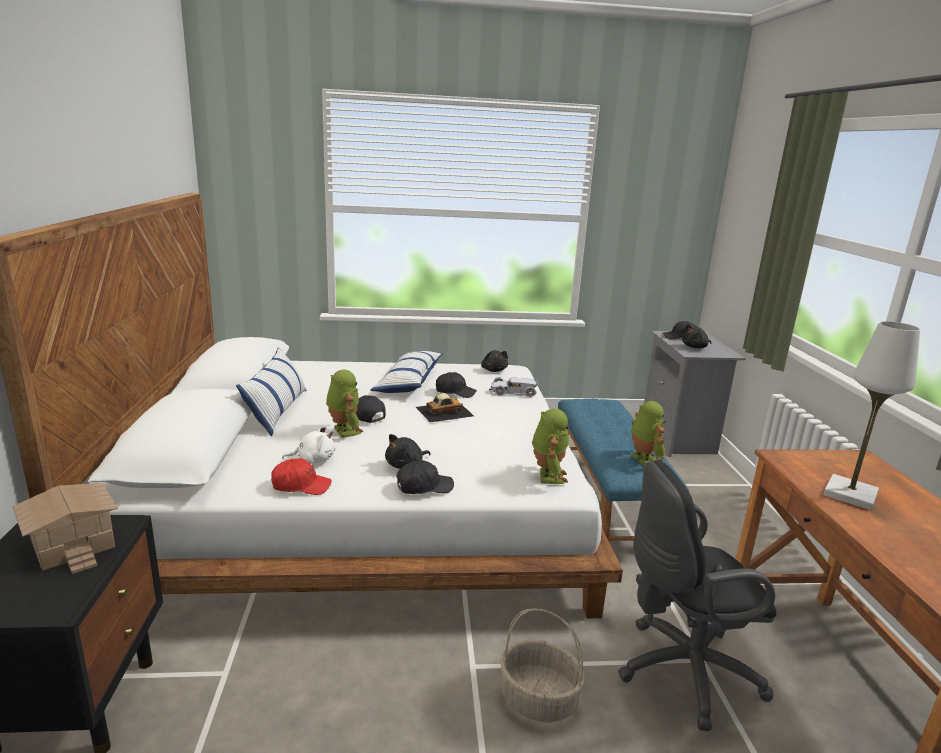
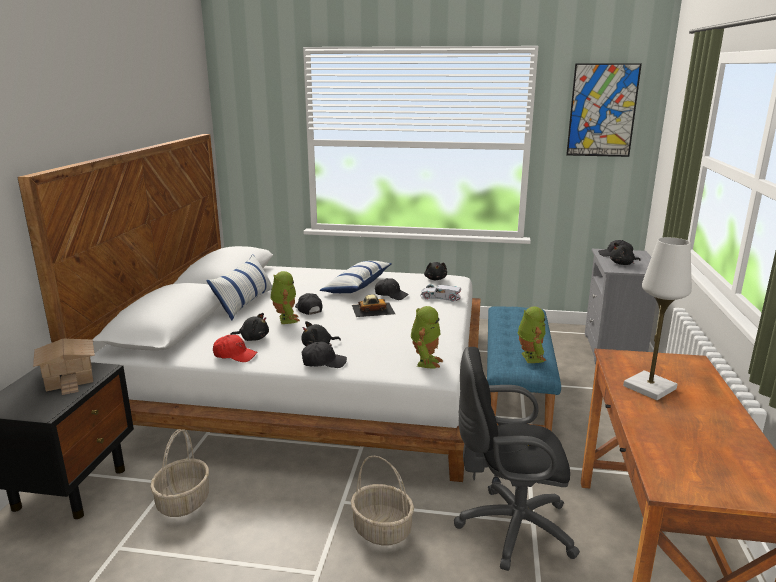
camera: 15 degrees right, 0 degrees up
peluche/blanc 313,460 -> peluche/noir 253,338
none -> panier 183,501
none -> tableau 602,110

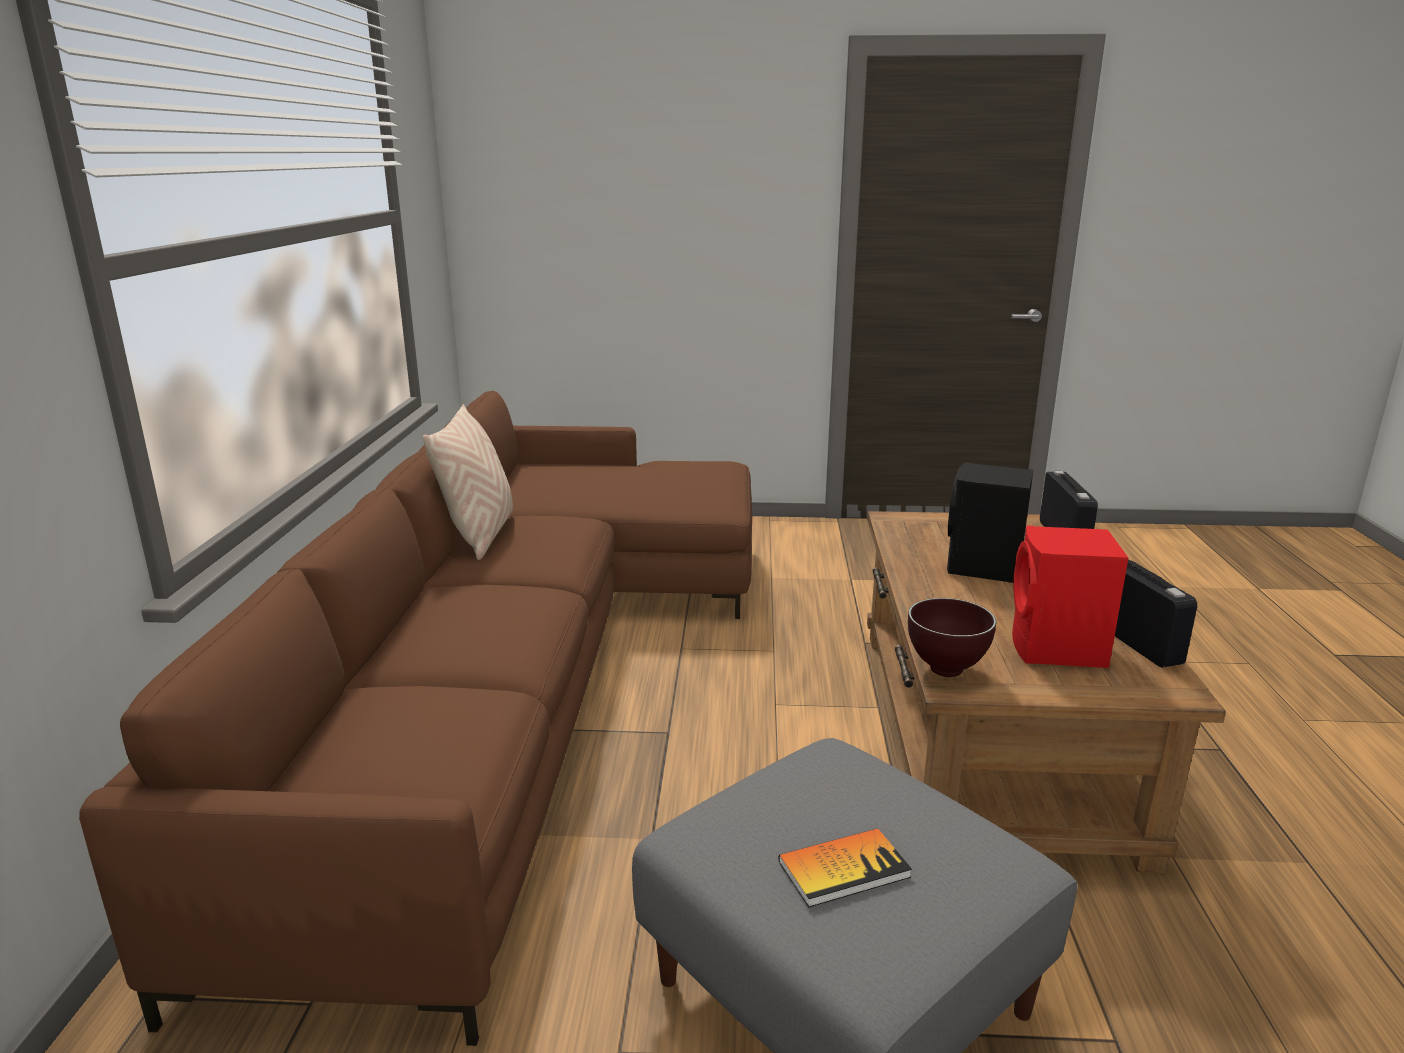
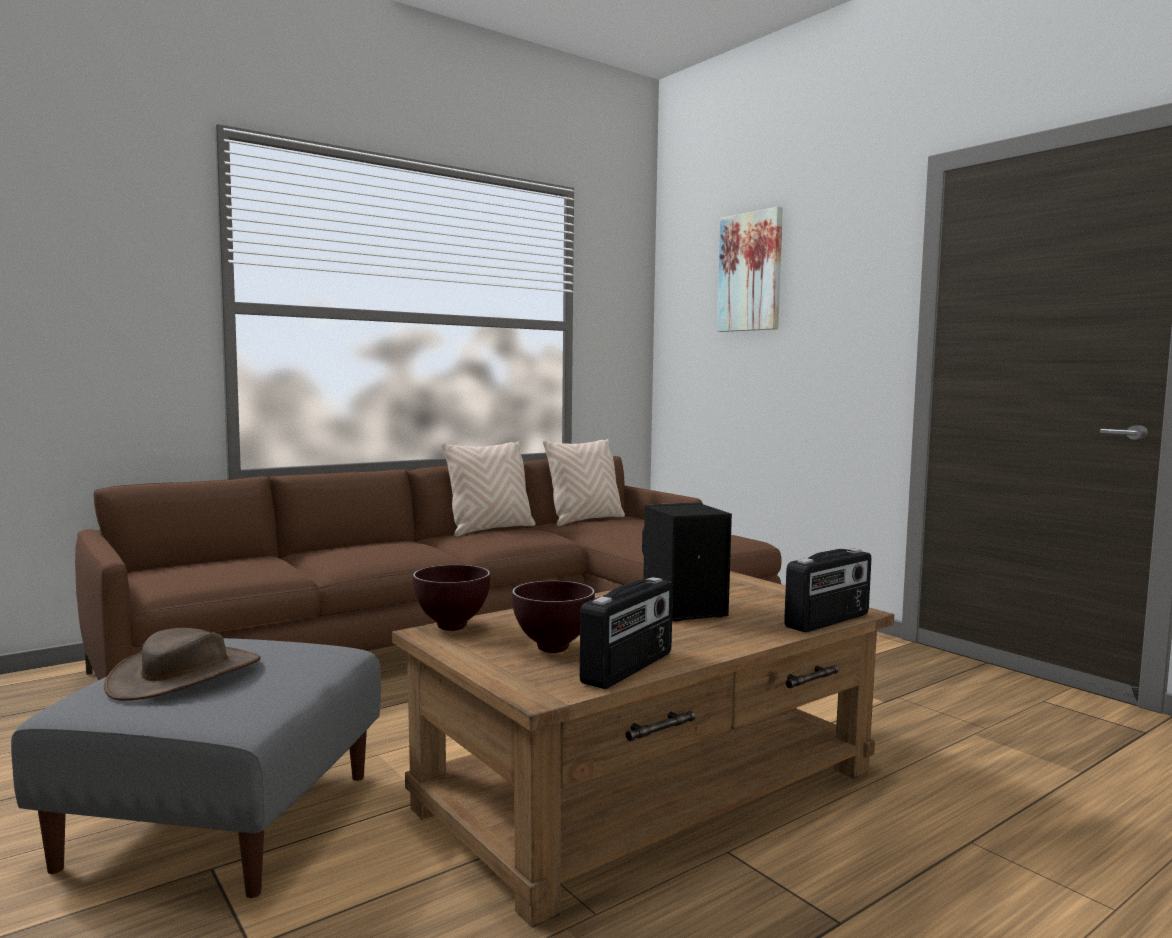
camera: 50 degrees right, 15 degrees down
livre 844,869 -> chapeau/marron 186,675
enceinte/rouge 1057,650 -> bol/marron 552,649
none -> coussin/beige 585,520
none -> tableau 750,272

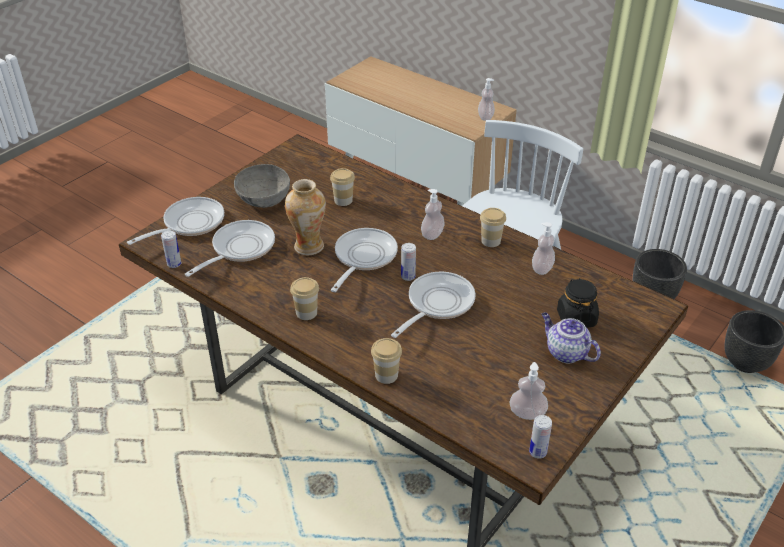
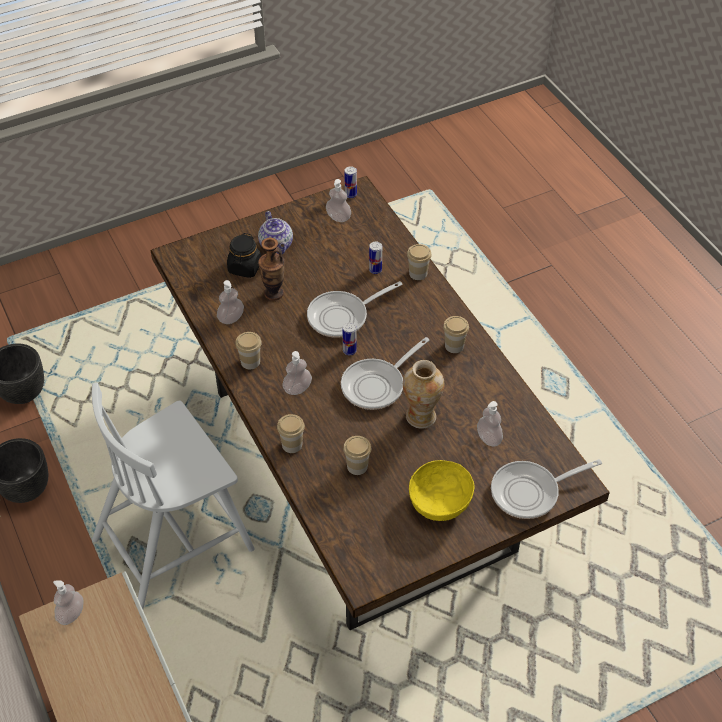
camera: 155 degrees left, 10 degrees up
boîte métallique 174,264 -> boîte métallique 375,270, relocated
poêle 239,249 -> distributeur de savon 488,438
bol/gris 263,199 -> bol/jaune 440,501
none -> vase 274,293
none -> tasse 292,445

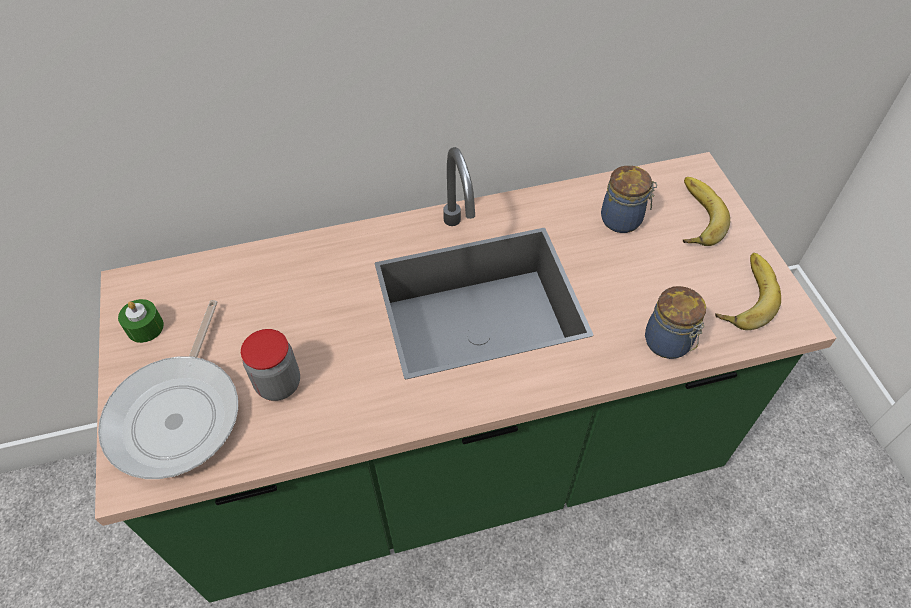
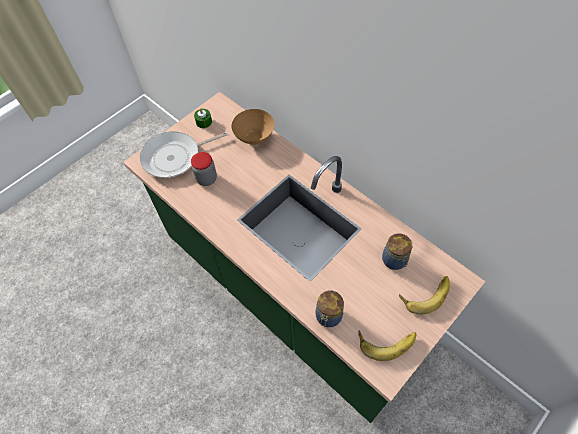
camera: 60 degrees right, 5 degrees up
none -> bol/marron 255,138

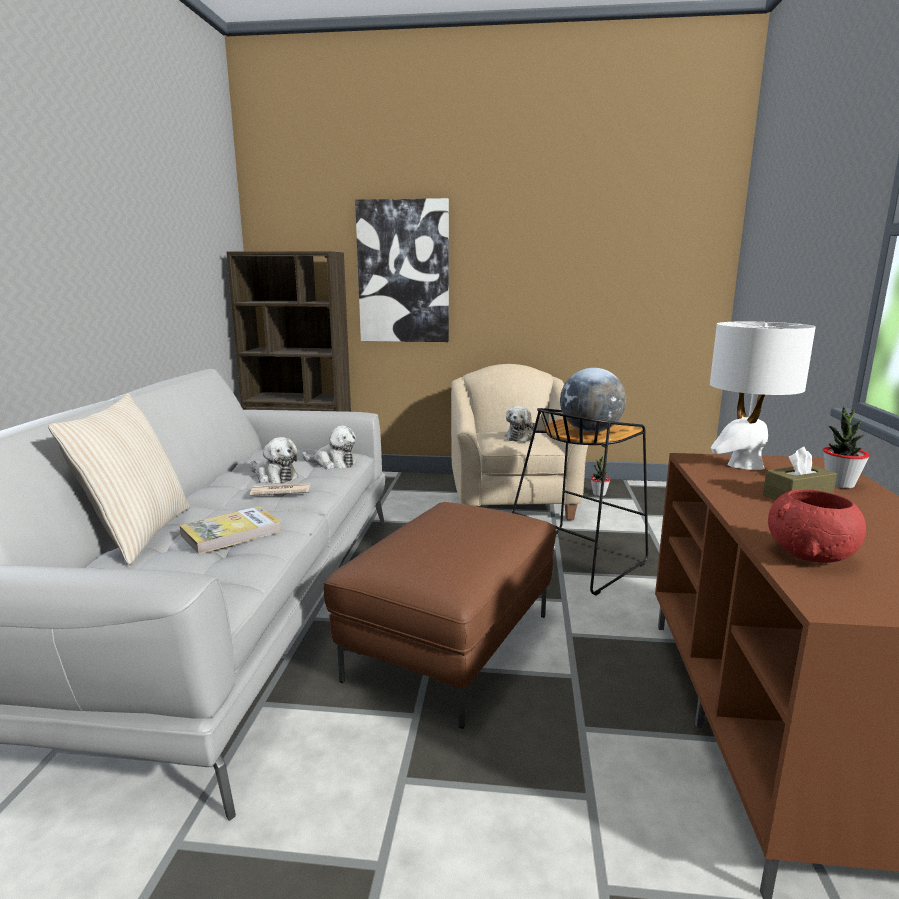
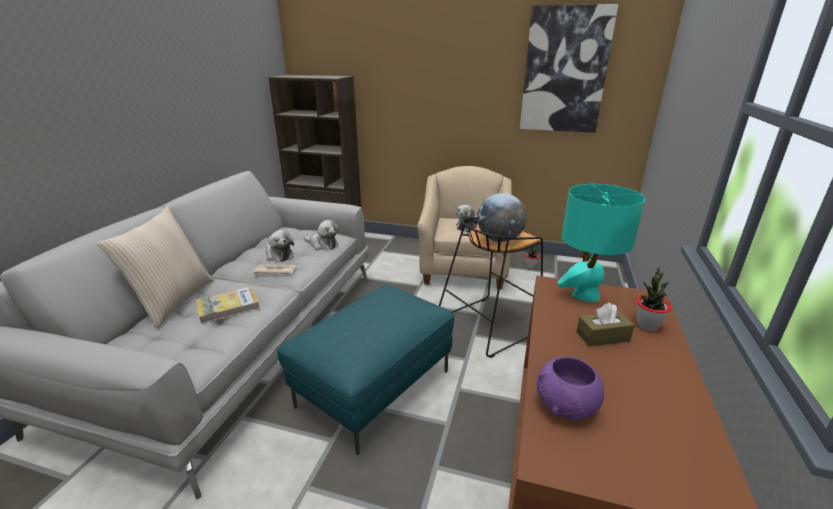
camera: 10 degrees right, 10 degrees up
pouf/marron 449,645 -> pouf/turquoise 374,387
tableau 403,272 -> tableau 565,71, relocated
lampe de table/blanc 744,465 -> lampe de table/turquoise 585,295
bol/rouge 810,555 -> bol/violet 566,406

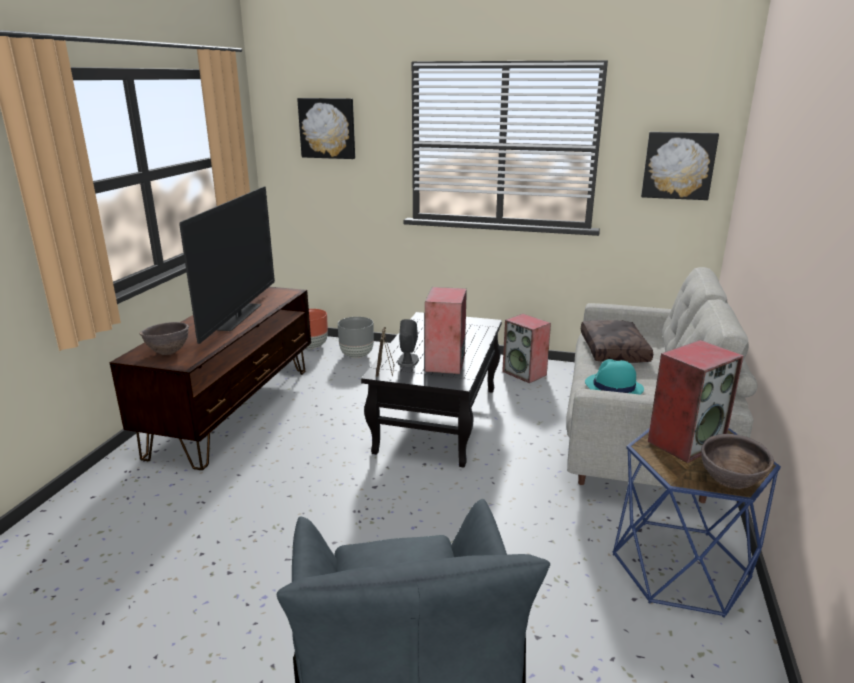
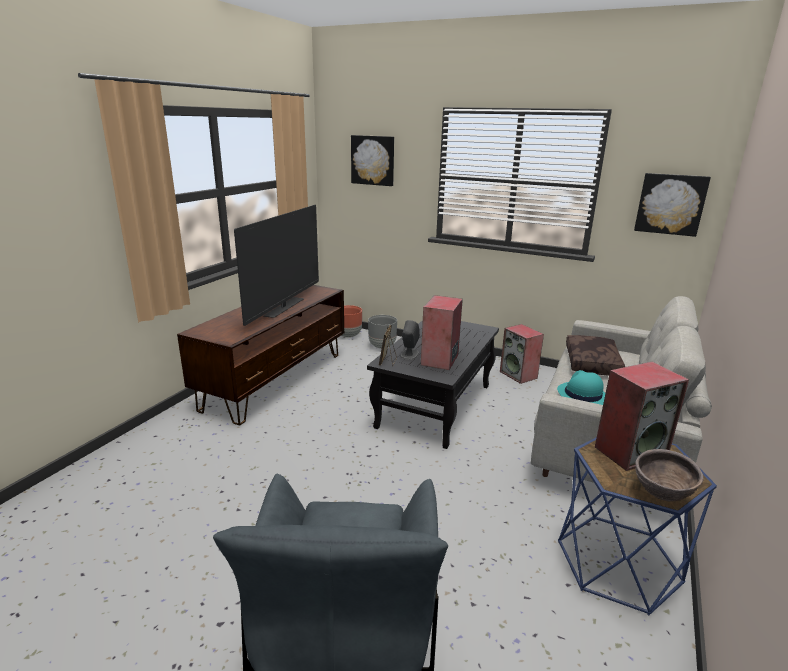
camera: 10 degrees right, 0 degrees up
bol/marron 168,353 -> none

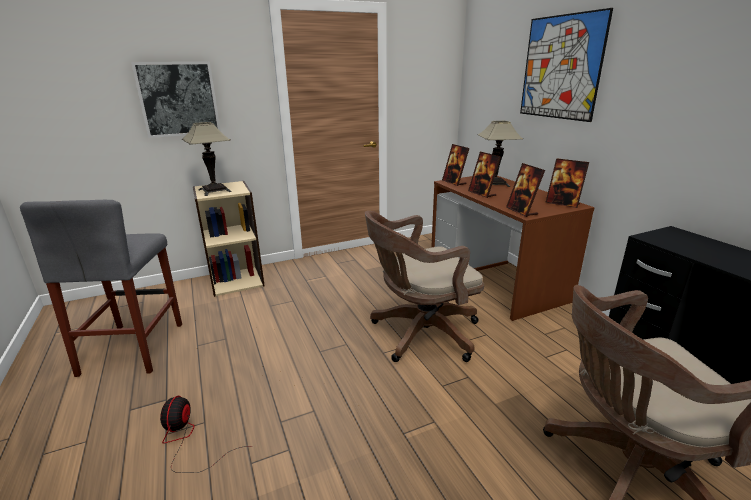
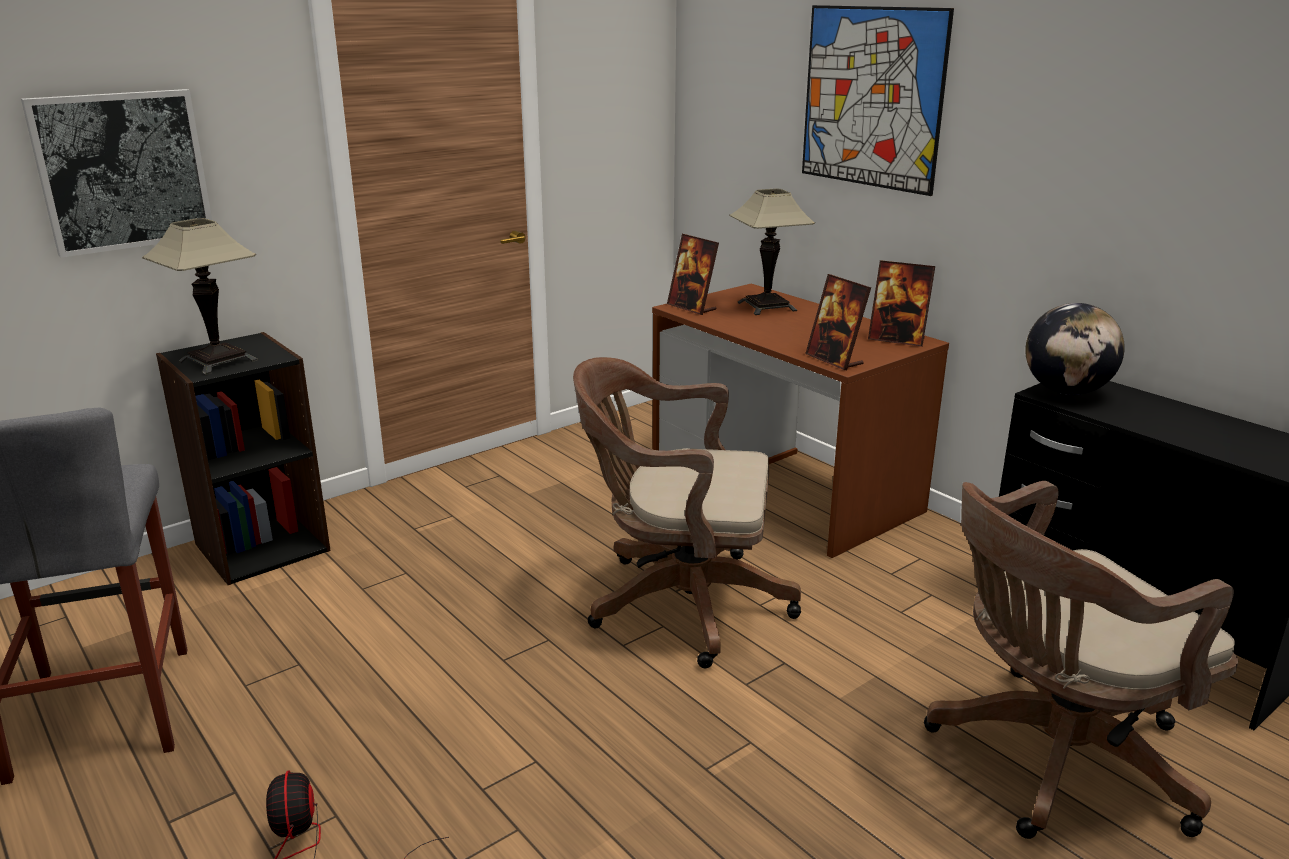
camera: 15 degrees left, 0 degrees up
bibliothèque/beige 236,280 -> bibliothèque/noir 262,546
chaise de bureau/marron 420,334 -> chaise de bureau/marron 678,603, 45 degrees clockwise
cadre photo 482,193 -> none
none -> globe 1066,391

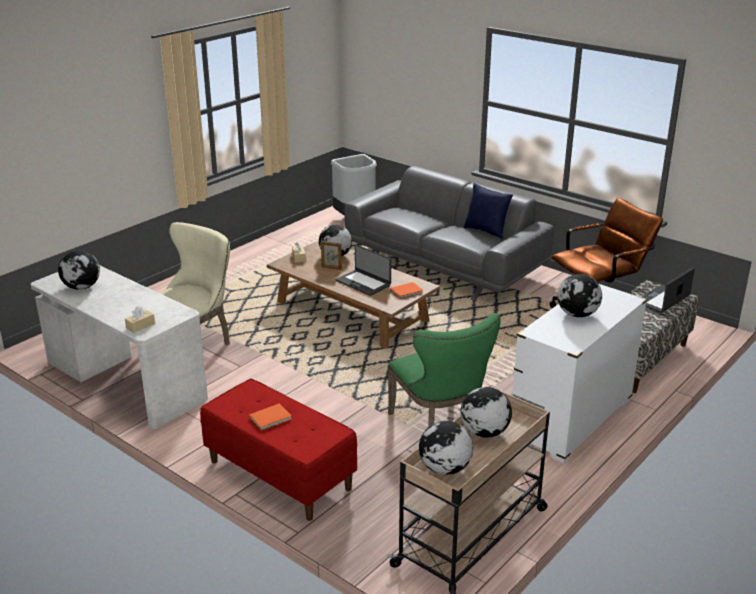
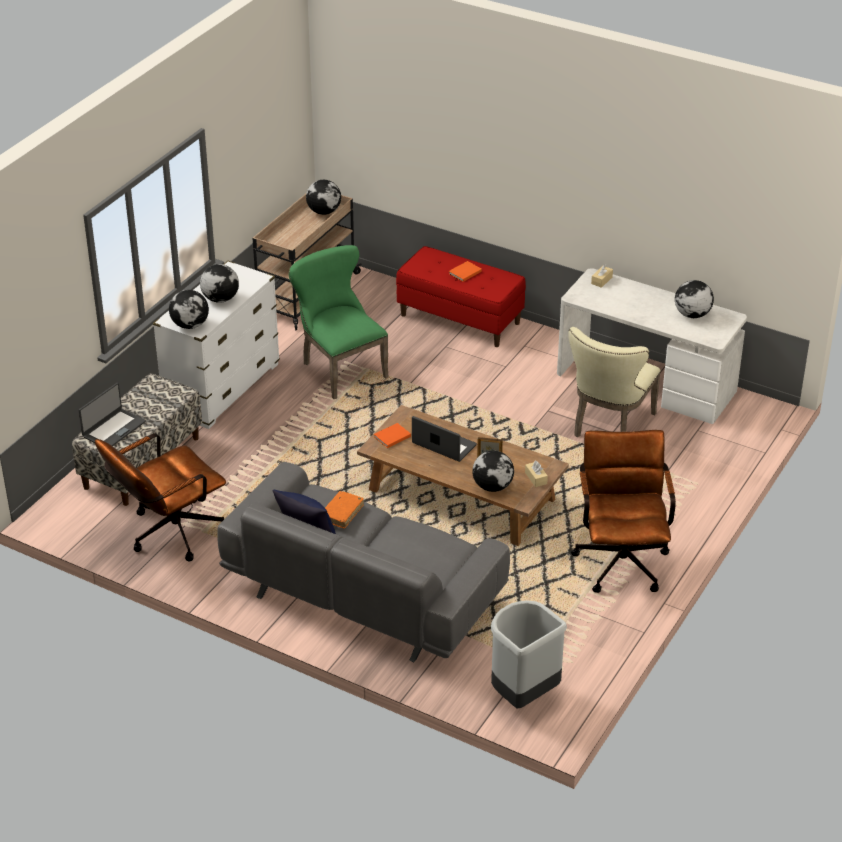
camera: 170 degrees right, 10 degrees up
globe 484,432 -> globe 190,325, relocated
none -> livre/orange 342,513
none -> chaise de bureau/marron 621,558

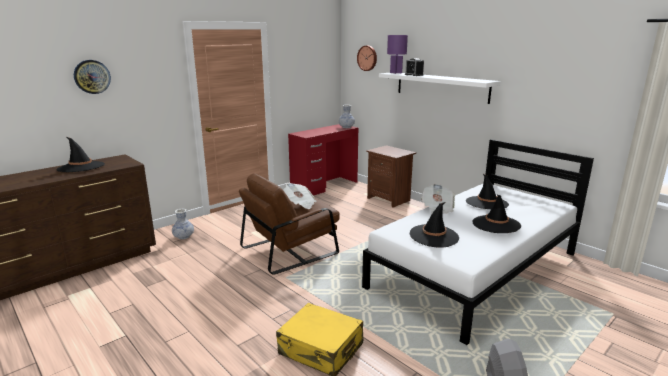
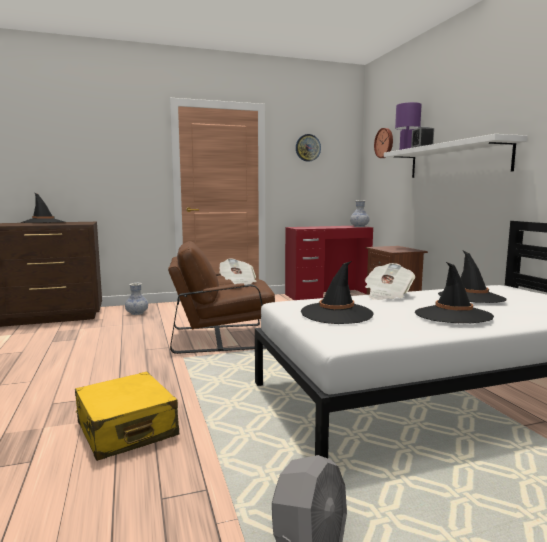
camera: 25 degrees right, 10 degrees down
horloge murale 92,76 -> horloge murale 308,148, relocated

